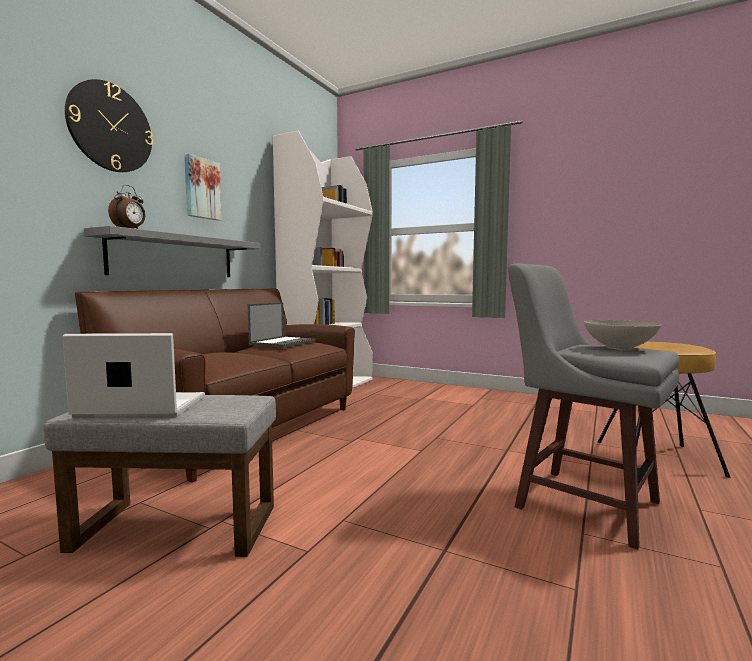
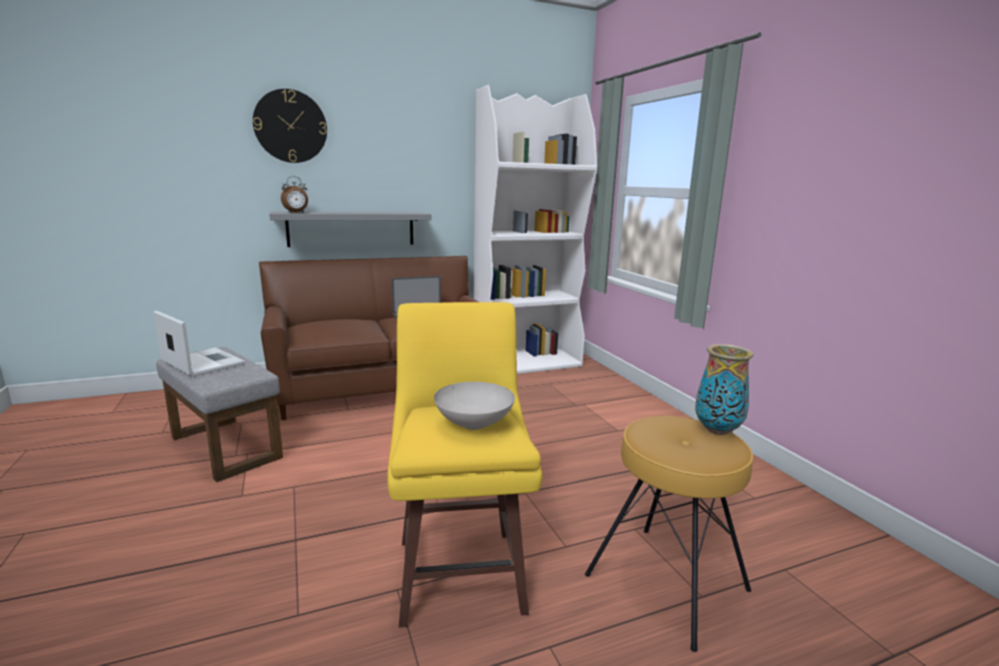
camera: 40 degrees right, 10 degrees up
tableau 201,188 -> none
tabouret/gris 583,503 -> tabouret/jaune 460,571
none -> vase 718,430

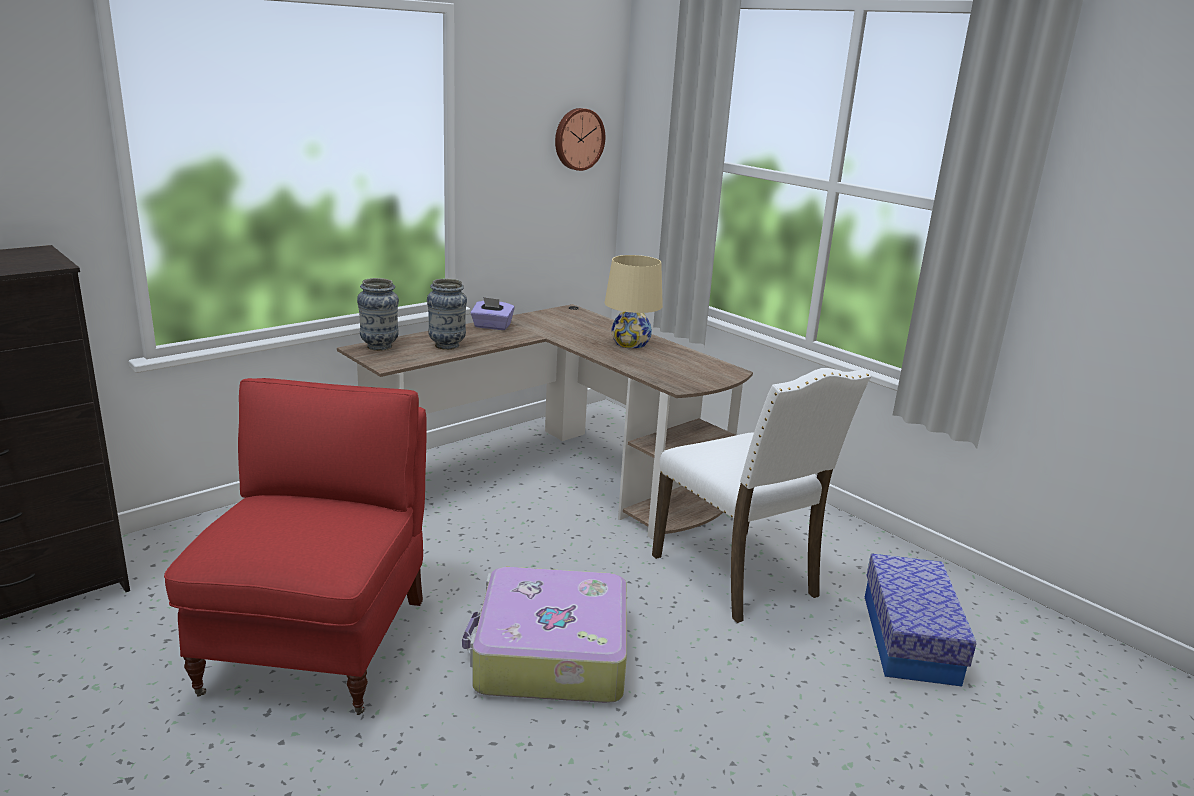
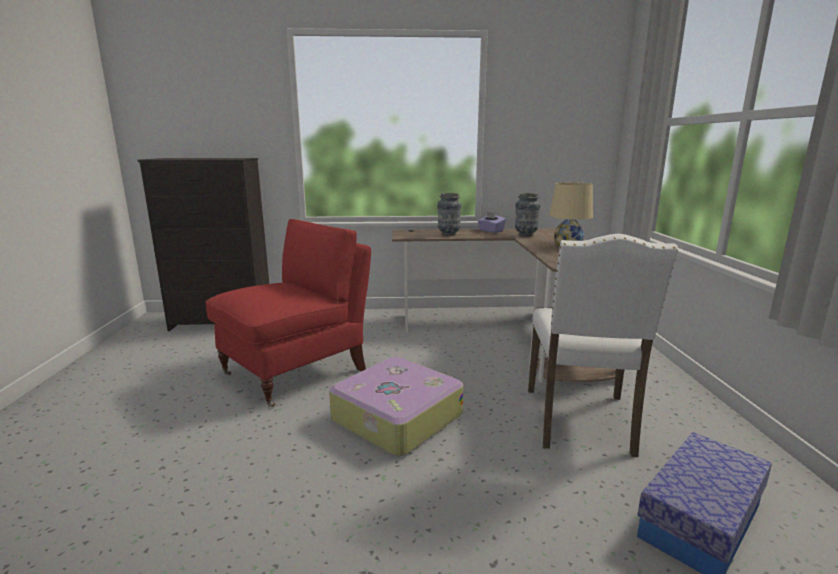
camera: 40 degrees right, 5 degrees down
vase 379,347 -> vase 525,235, relocated
horloge murale 578,139 -> none

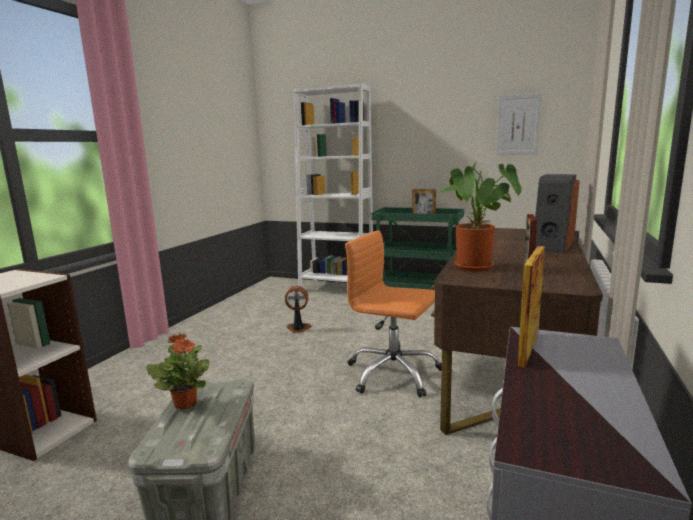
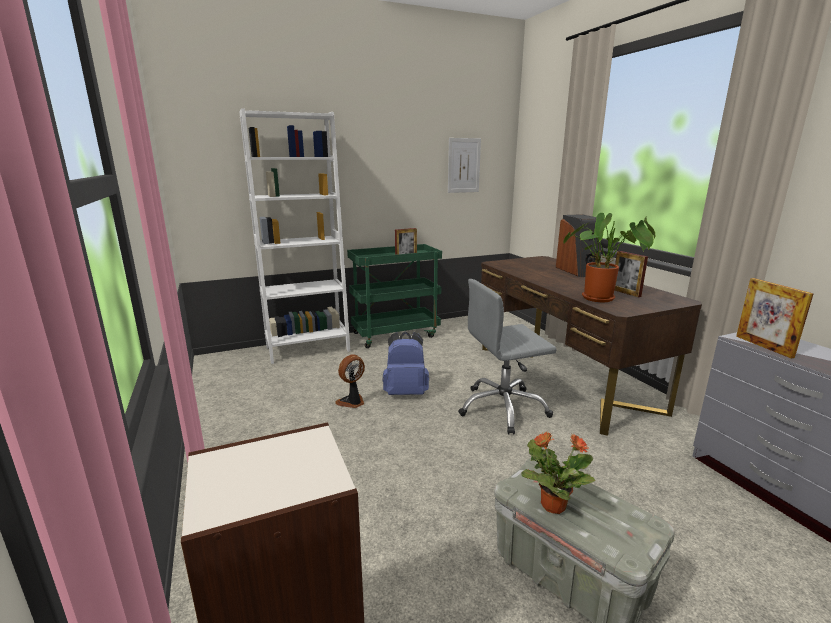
camera: 45 degrees left, 5 degrees up
chaise de bureau/orange 393,374 -> chaise de bureau/gris 503,408
none -> sac à dos/bleu 406,392

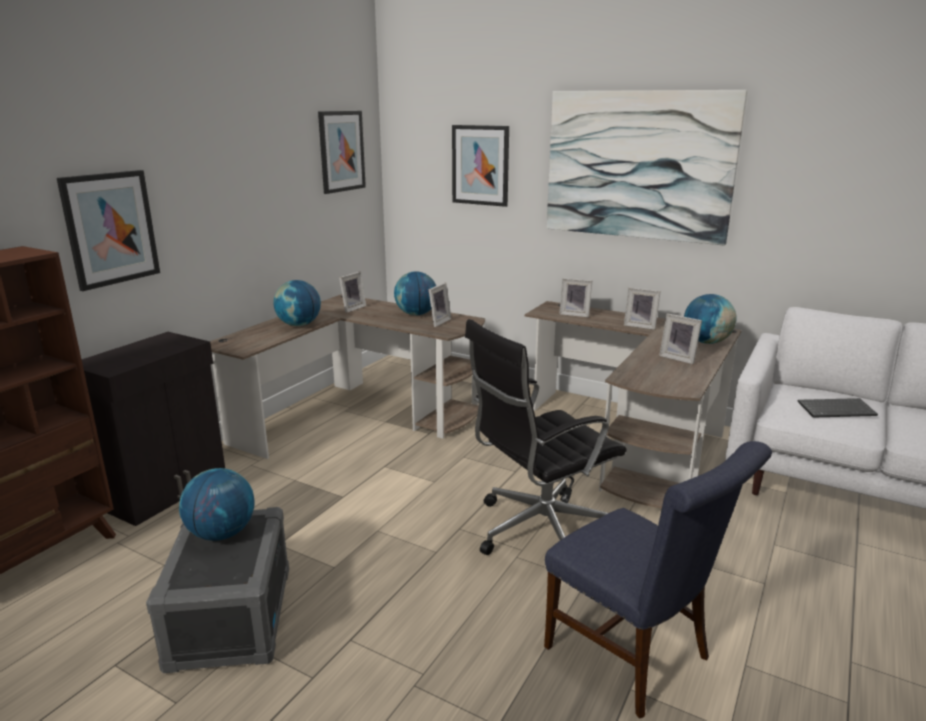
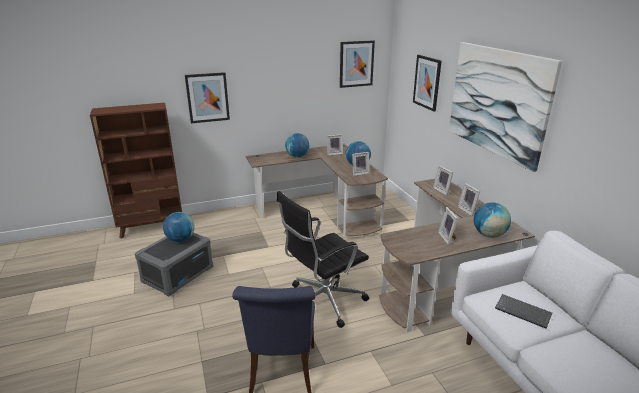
camera: 40 degrees right, 5 degrees up
meuble de rangement/noir 166,491 -> none
chaise de bureau/noir 539,531 -> chaise de bureau/noir 323,301, 45 degrees counterclockwise

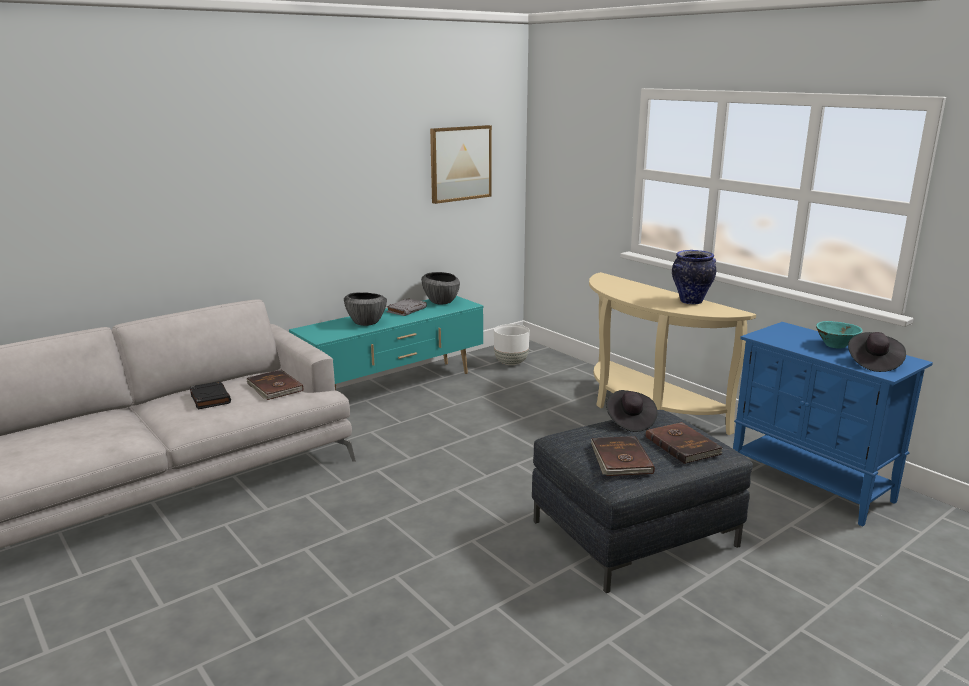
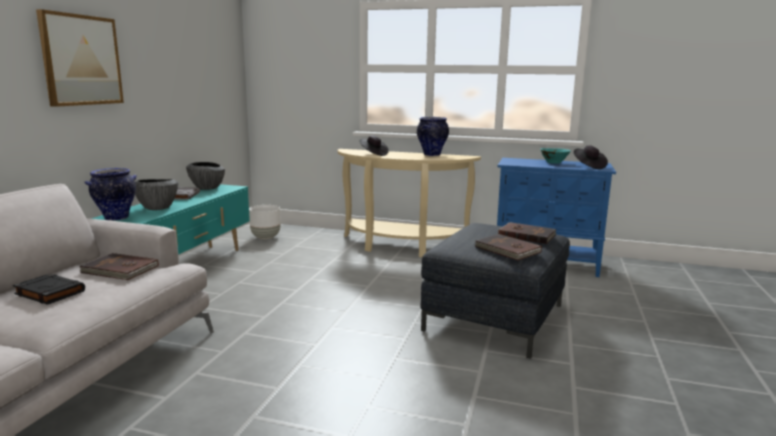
camera: 35 degrees left, 5 degrees down
tableau 460,163 -> tableau 81,60, relocated
chapeau/noir 629,421 -> chapeau/noir 373,154, relocated
none -> vase 116,218

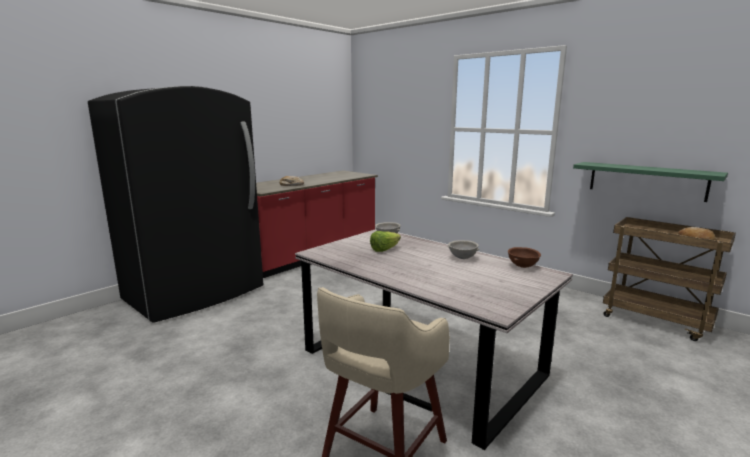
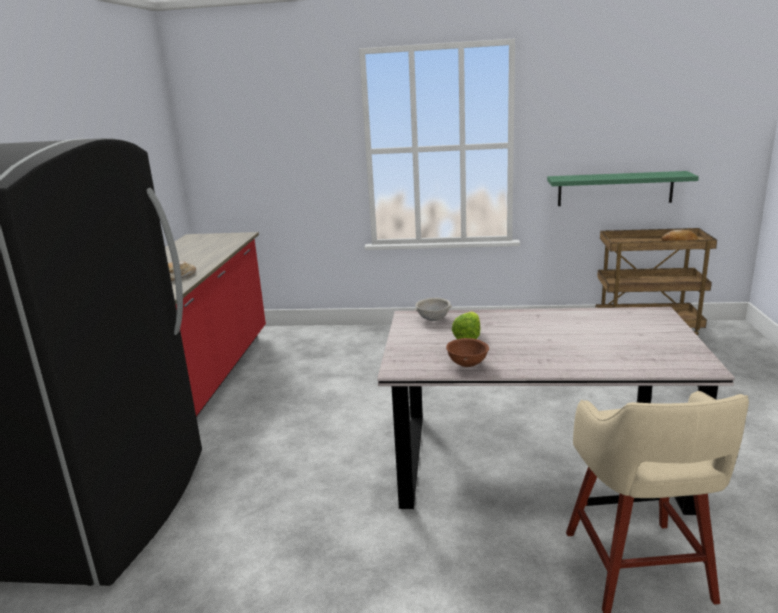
camera: 35 degrees left, 5 degrees up
bol/gris 462,258 -> none
bol/marron 523,266 -> bol/marron 468,365, relocated

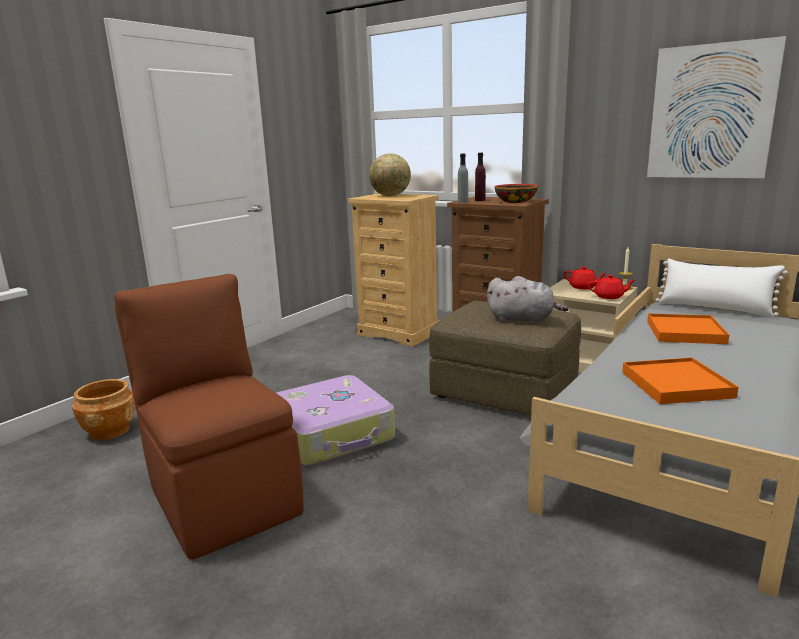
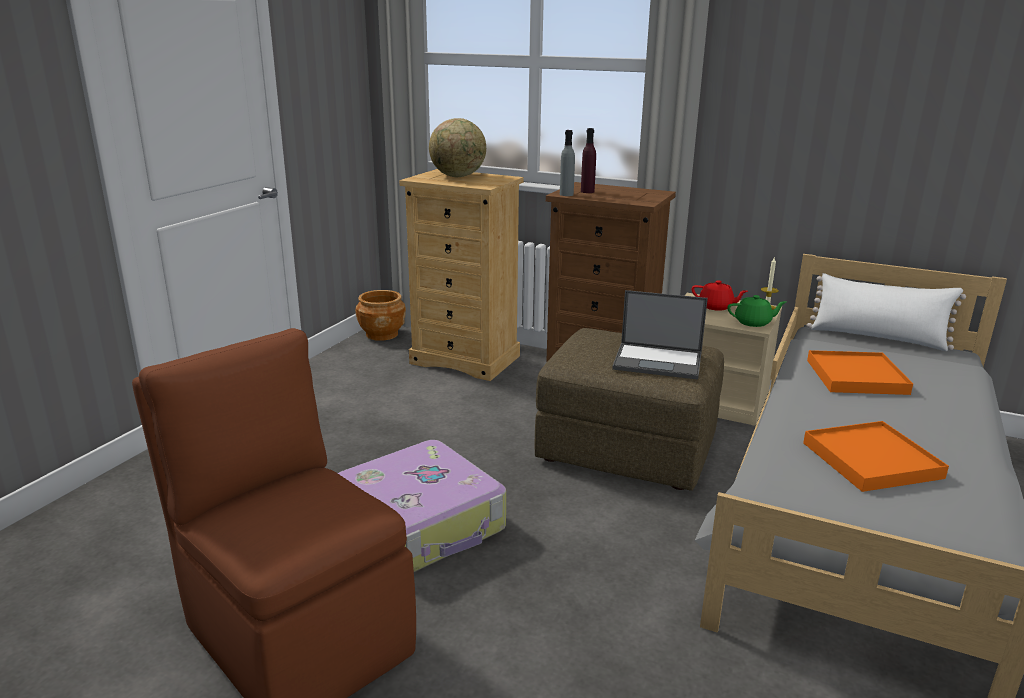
camera: 10 degrees left, 5 degrees up
cache-pot/marron 109,431 -> cache-pot/marron 381,334, relocated
peluche/gris 523,319 -> ordinateur portable 659,361
bol 515,202 -> none
théière/rouge 609,296 -> théière/vert 753,322
tableau 711,112 -> none

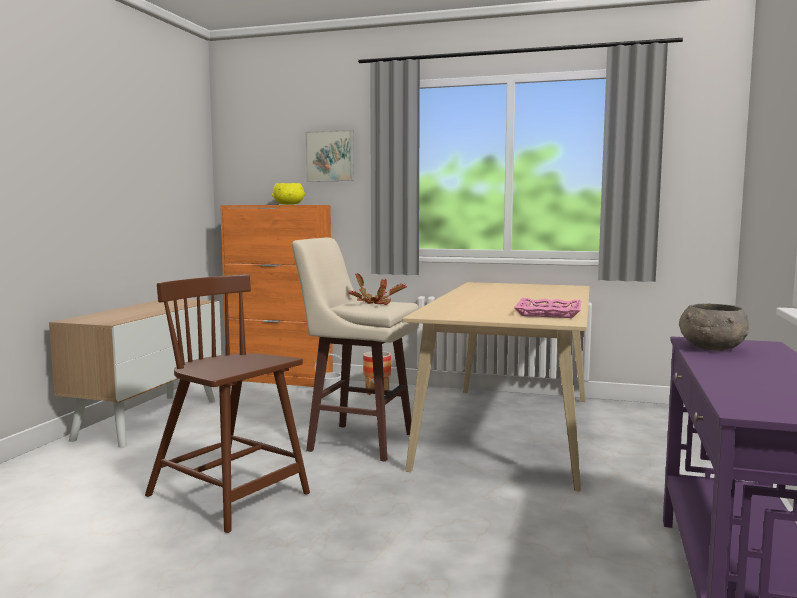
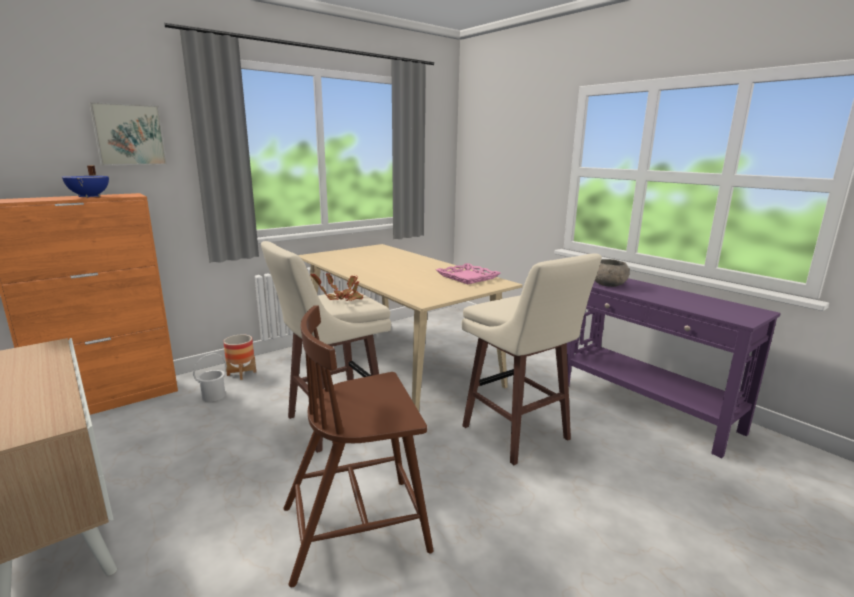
camera: 55 degrees left, 10 degrees up
bol/jaune 289,204 -> marmite/bleu 90,196
none -> tabouret/beige 517,434

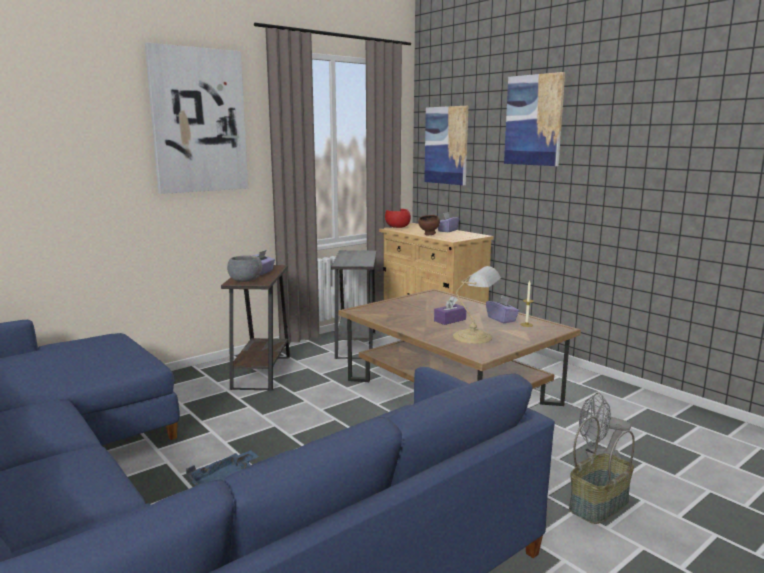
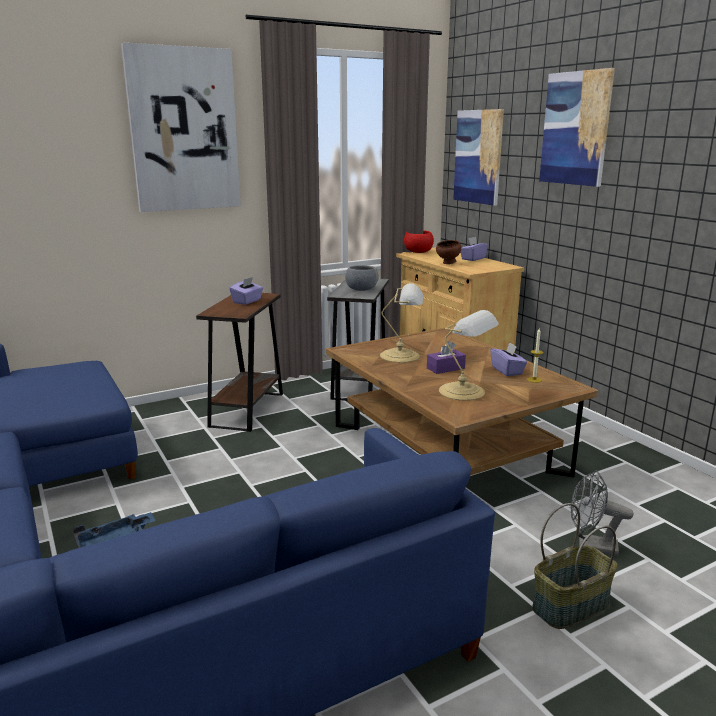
camera: 10 degrees right, 5 degrees up
bol/gris 245,280 -> bol/gris 361,289, relocated
none -> lampe de table 402,356

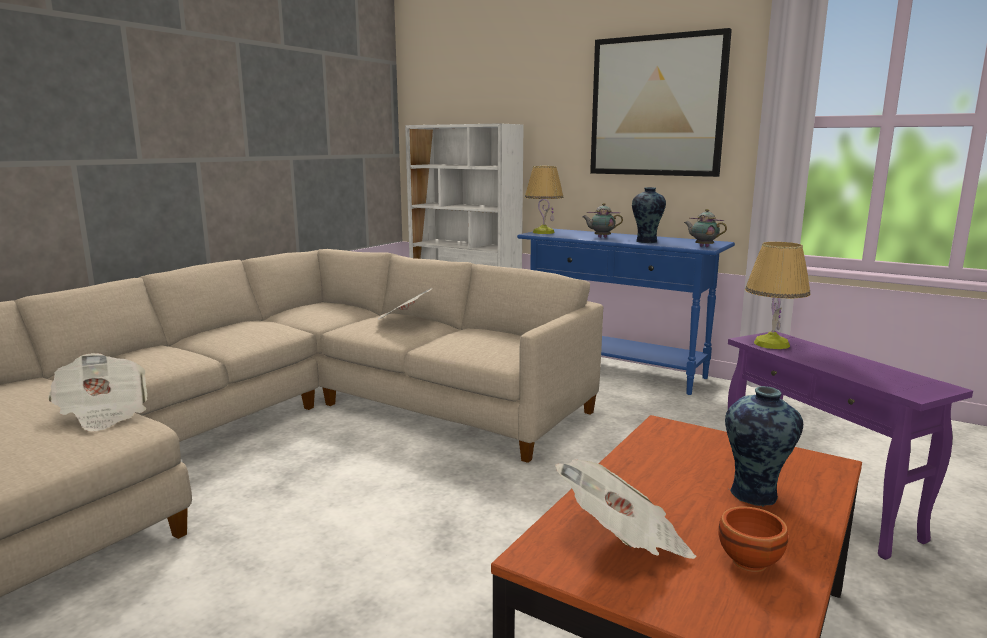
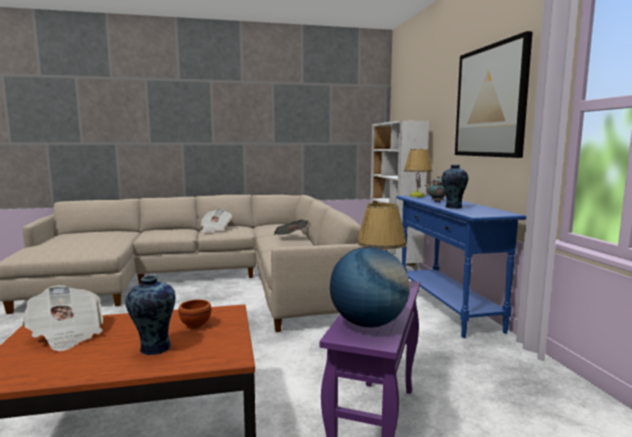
camera: 45 degrees right, 5 degrees down
journal 103,414 -> journal 215,229, relocated
théière 703,246 -> none
bol/marron 751,561 -> bol/marron 196,325, relocated
none -> globe 368,324

